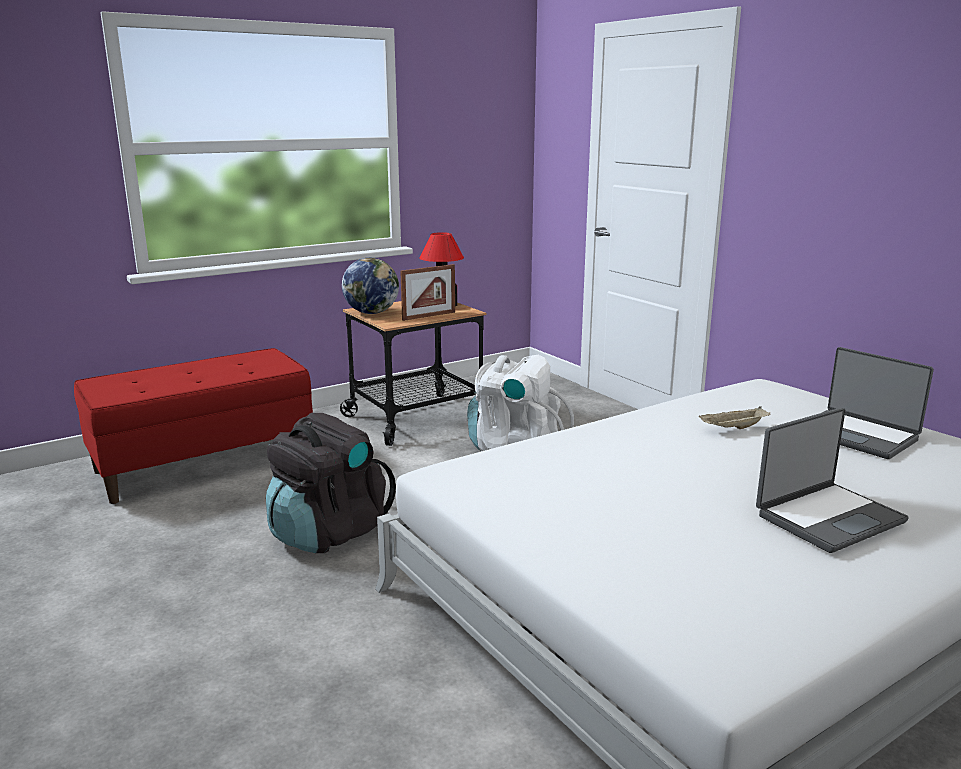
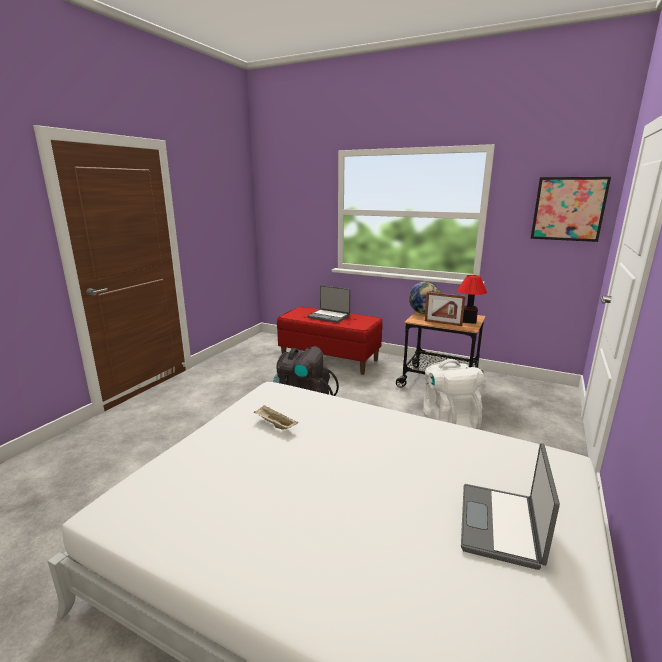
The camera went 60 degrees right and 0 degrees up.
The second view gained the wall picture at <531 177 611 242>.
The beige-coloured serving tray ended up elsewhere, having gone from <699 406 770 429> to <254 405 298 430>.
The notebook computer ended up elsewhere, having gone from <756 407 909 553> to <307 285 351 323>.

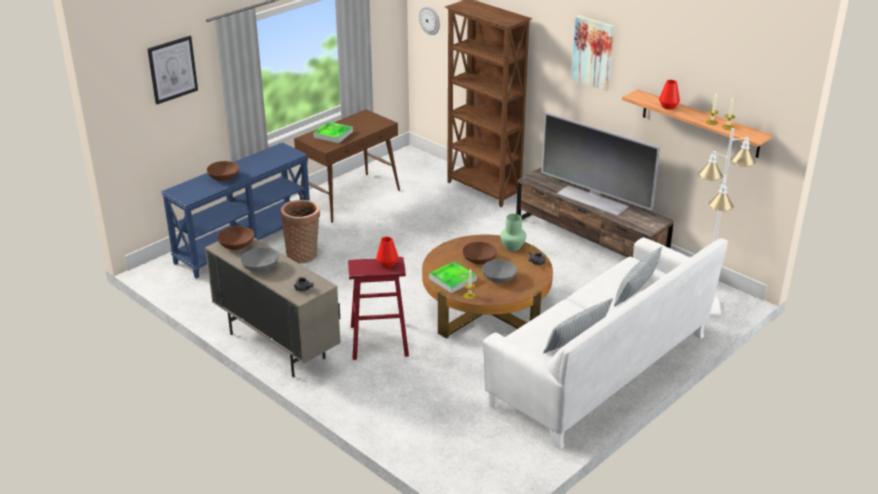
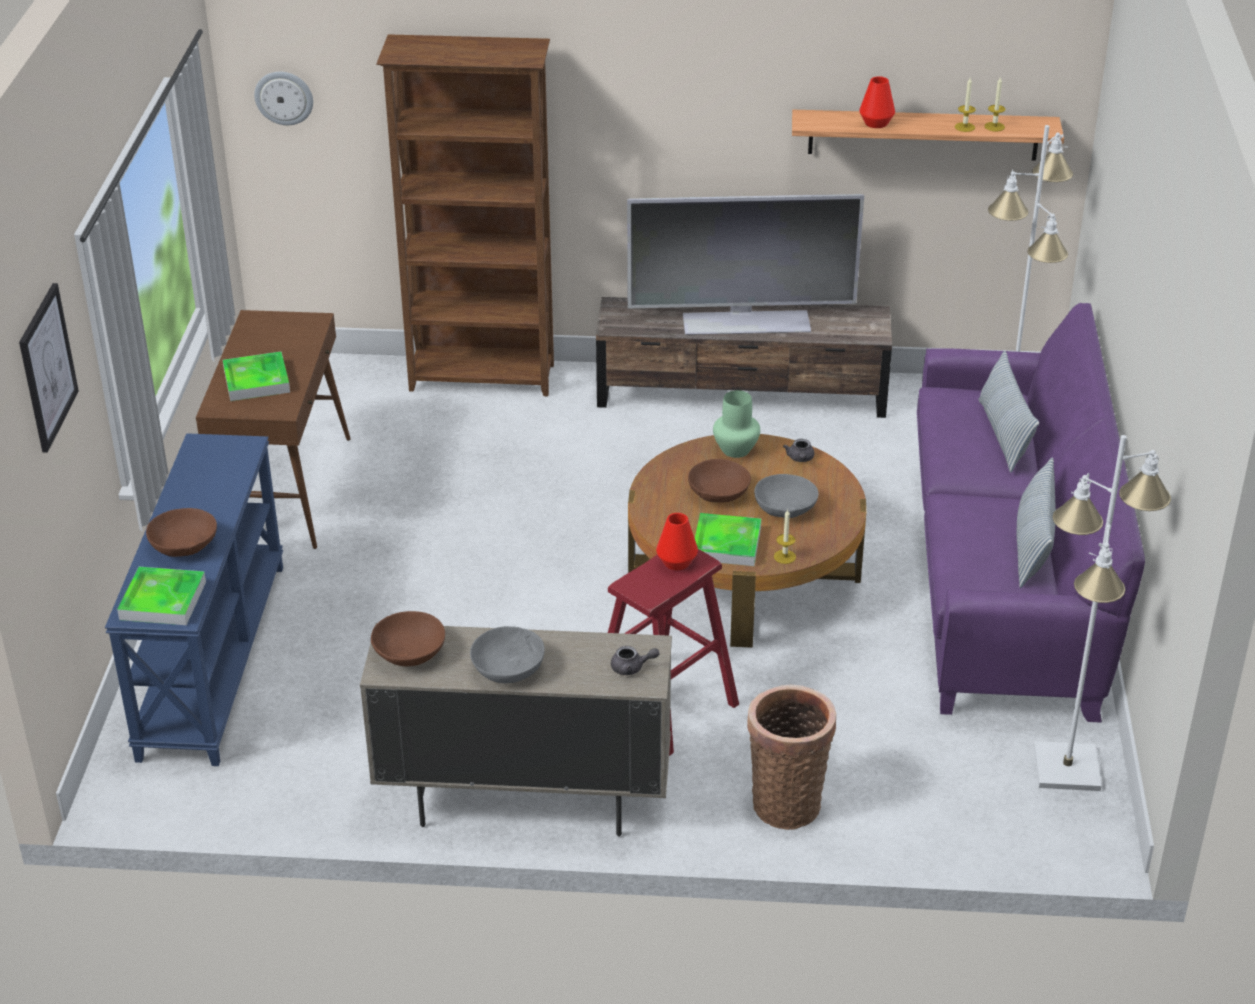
The camera went 40 degrees left and 5 degrees up.
The second view lost the wall picture at <571 15 614 91>.
The second view gained the serving tray at <117 567 206 625>.
The second view gained the white standard lamp at <1034 435 1171 791>.
The basket ended up elsewhere, having gone from <280 200 320 264> to <747 685 836 830>.
What was the white sofa at <483 237 728 450> turned into the purple-coloured sofa at <917 303 1145 723>.

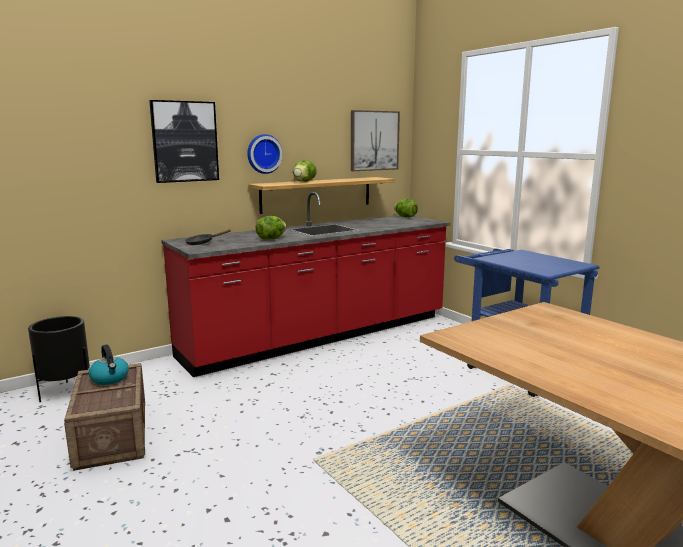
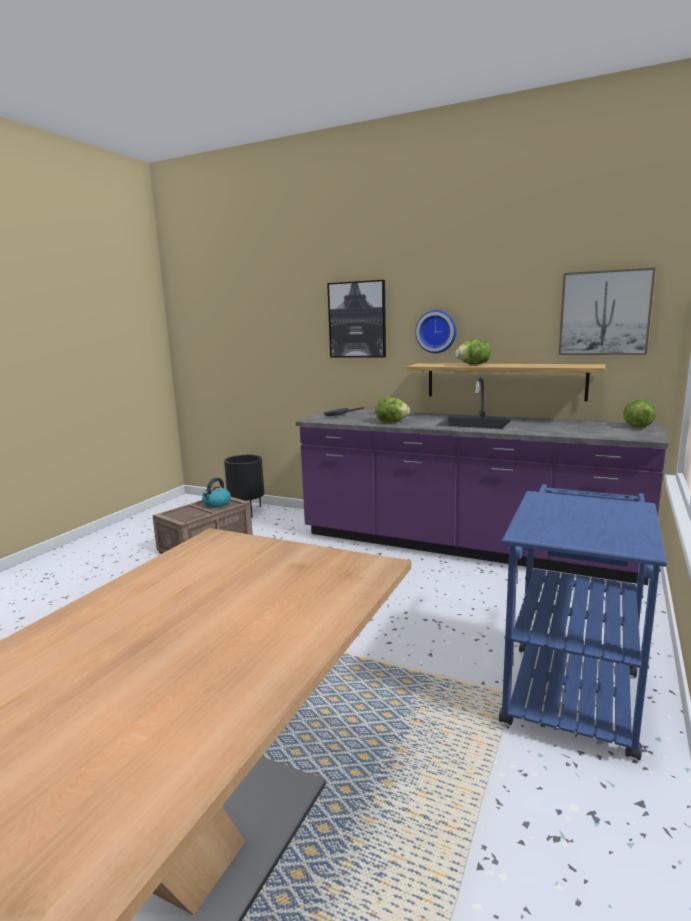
The camera went 60 degrees right and 0 degrees up.
What was the red-coloured kitchen base unit at <161 192 451 377> turned into the purple-coloured kitchen base unit at <296 377 669 585>.

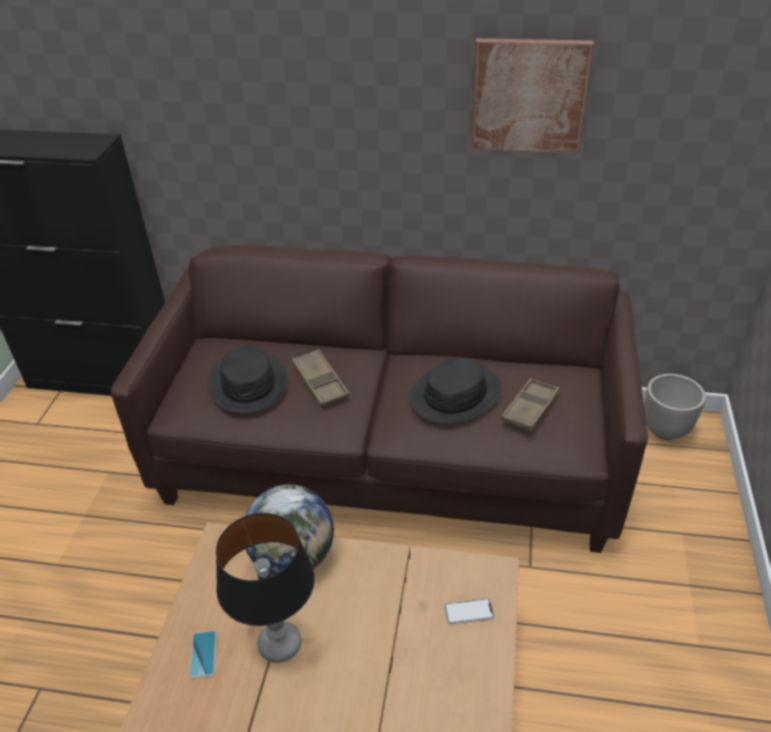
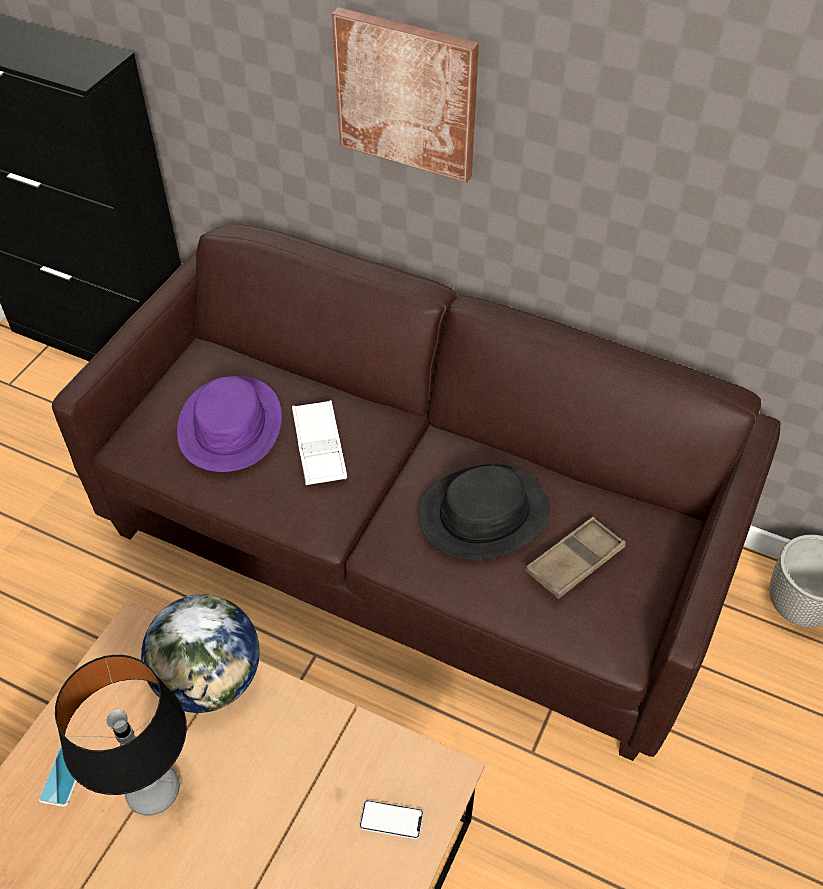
The camera went 15 degrees right and 10 degrees up.
The wall picture ended up elsewhere, having gone from <471 38 594 154> to <332 7 479 183>.
What was the black clothing hat at <208 347 288 413> turned into the purple-coloured clothing hat at <177 376 282 472>.
What was the brown serving tray at <292 349 349 407> turned into the white serving tray at <292 400 347 485>.

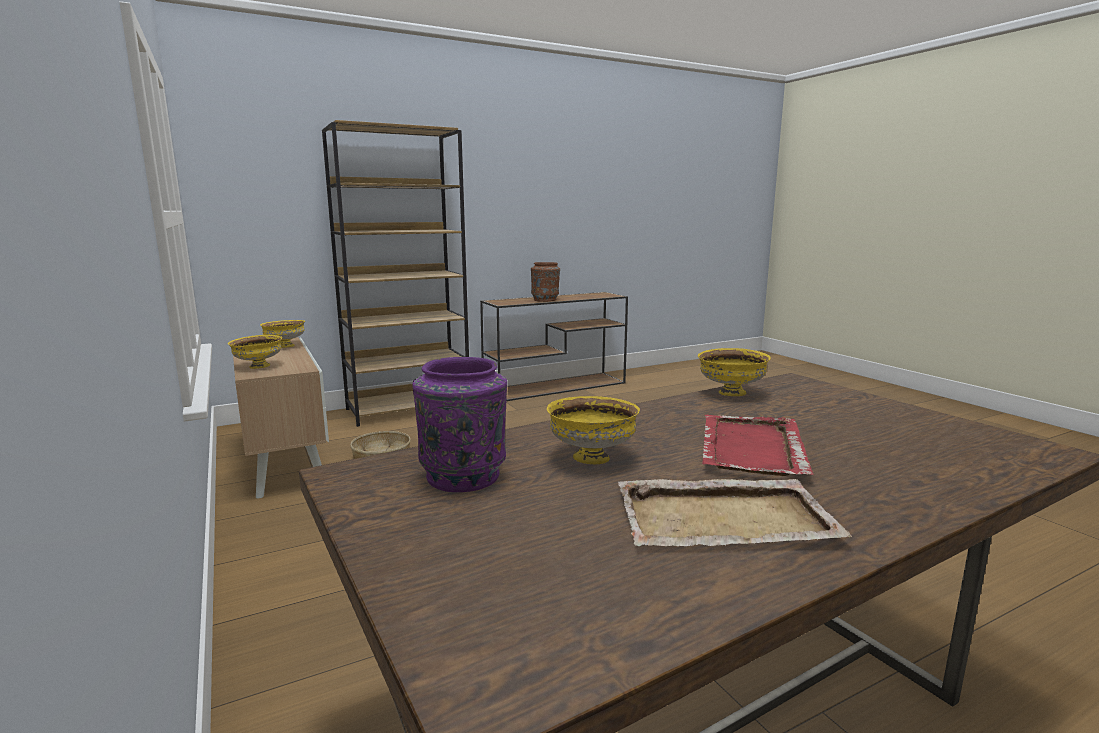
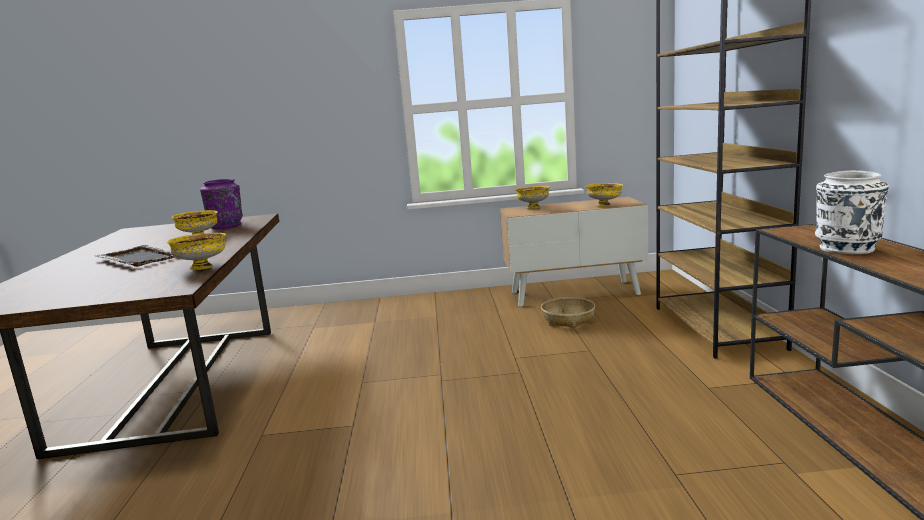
The camera went 115 degrees right and 0 degrees up.
The second view lost the beige-coloured serving tray at <618 479 852 547>.
What was the brown decorative vase at <531 262 560 302> turned into the white decorative vase at <815 171 889 254>.
What was the red-coloured serving tray at <702 415 814 476> turned into the black serving tray at <94 245 175 267>.

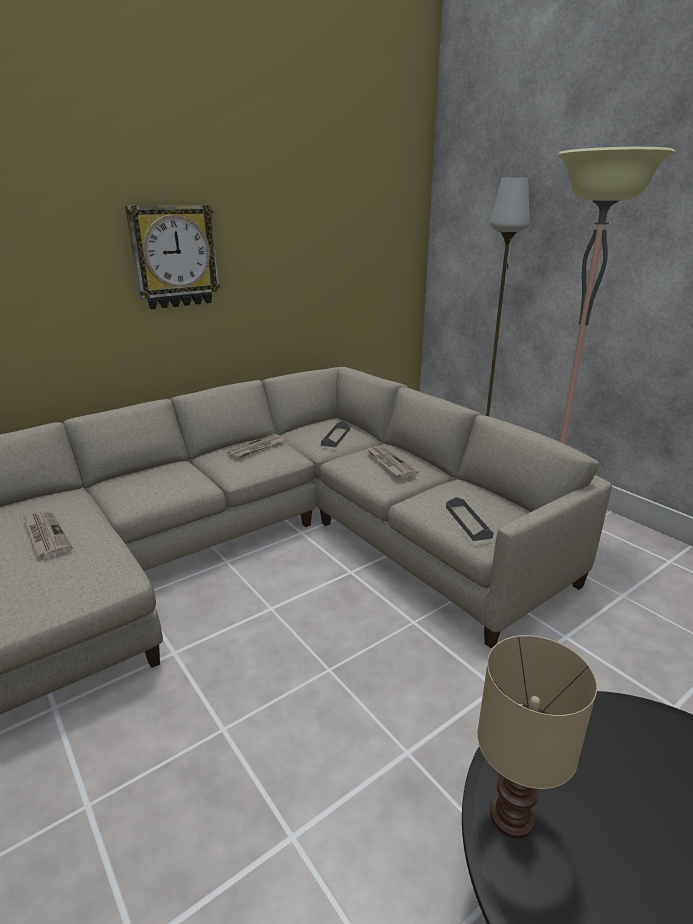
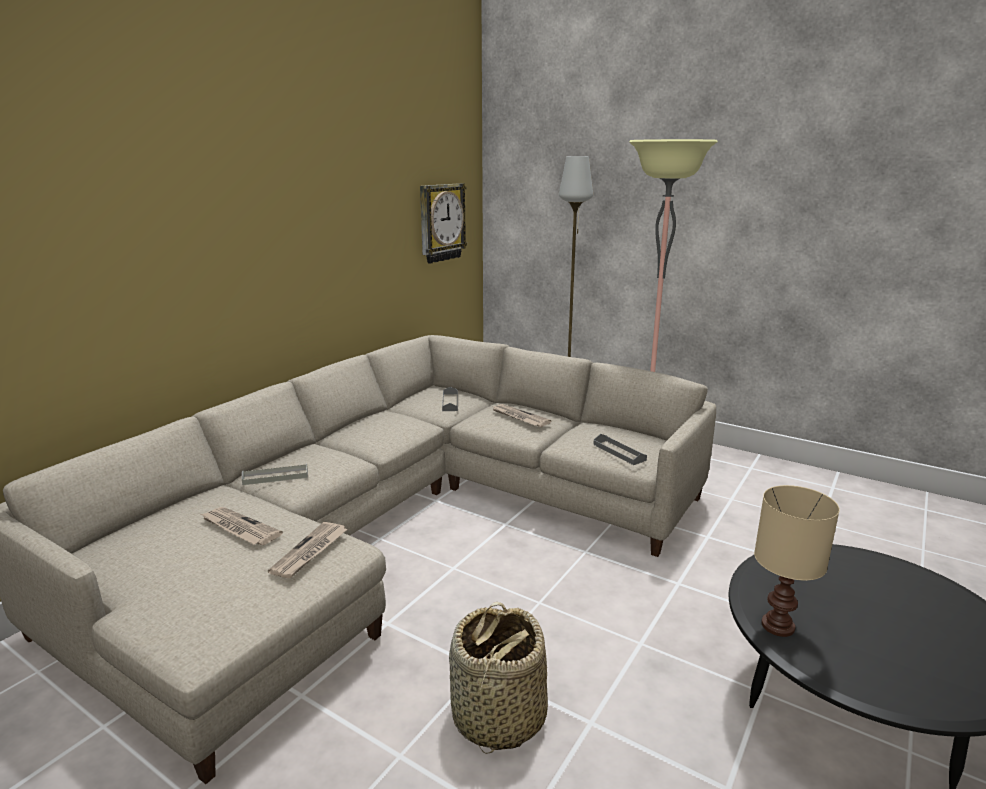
The camera went 20 degrees left and 5 degrees down.
The second view gained the gray serving tray at <242 464 308 485>.
The second view gained the basket at <449 602 548 754>.
The wall clock ended up elsewhere, having gone from <125 205 220 310> to <420 183 467 264>.
The daily paper ended up elsewhere, having gone from <227 434 286 459> to <268 522 348 578>.

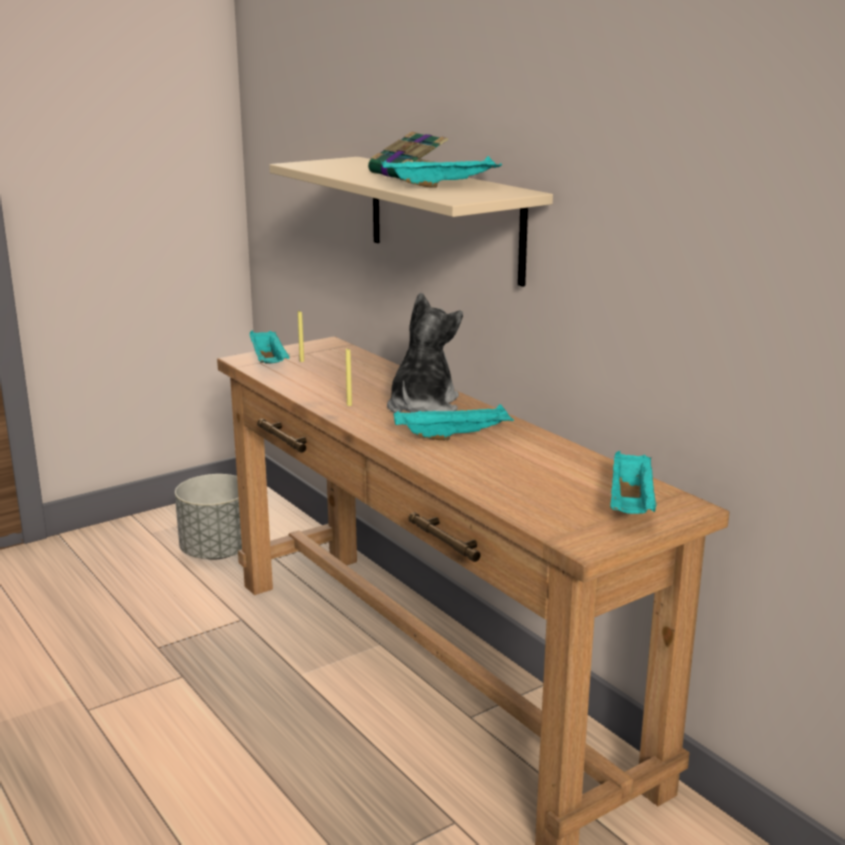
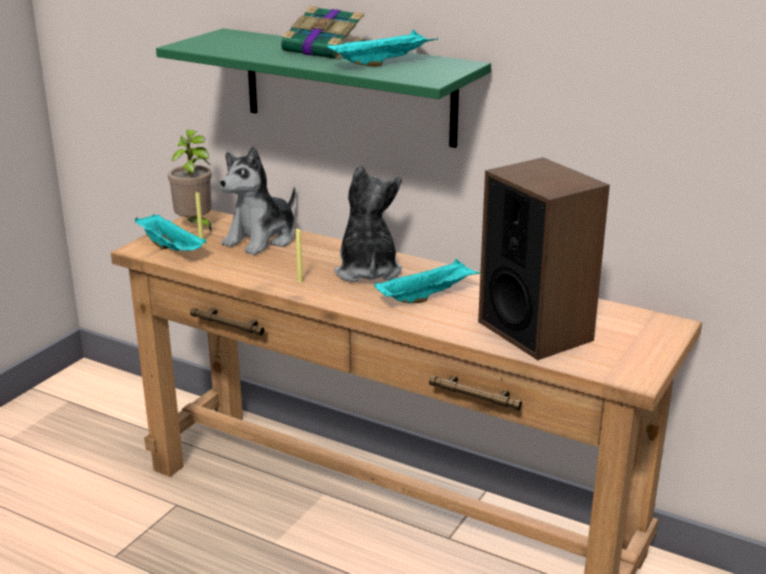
The camera went 25 degrees left and 5 degrees up.
The second view lost the gray planter at <175 474 242 560>.
The second view lost the turquoise serving tray at <610 451 657 514>.
The second view gained the potted plant at <168 129 212 231>.
The second view gained the cuddly toy at <220 146 295 255>.
The second view gained the speaker at <478 157 610 360>.
What was the beige-coloured bracket shelf at <269 157 553 287> turned into the green bracket shelf at <156 28 491 148>.

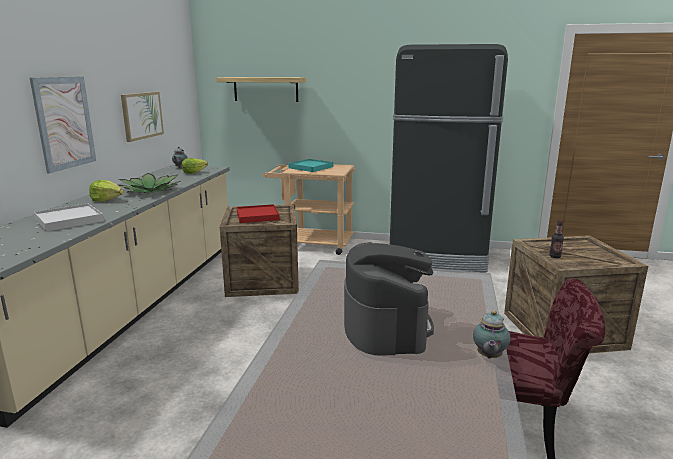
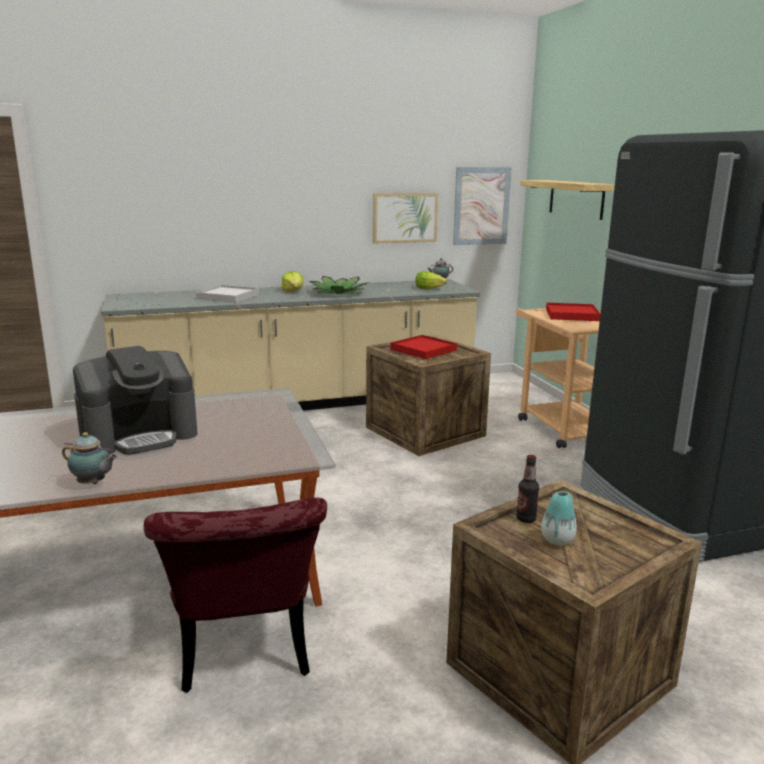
The camera went 60 degrees right and 0 degrees up.
The second view gained the decorative vase at <541 491 577 545>.
The wall picture ended up elsewhere, having gone from <30 76 96 174> to <453 167 512 245>.
What was the turquoise serving tray at <288 159 333 172> turned into the red-coloured serving tray at <546 303 600 321>.
The pot for tea at <473 310 511 359> ended up facing another way, 150 degrees counterclockwise from before.

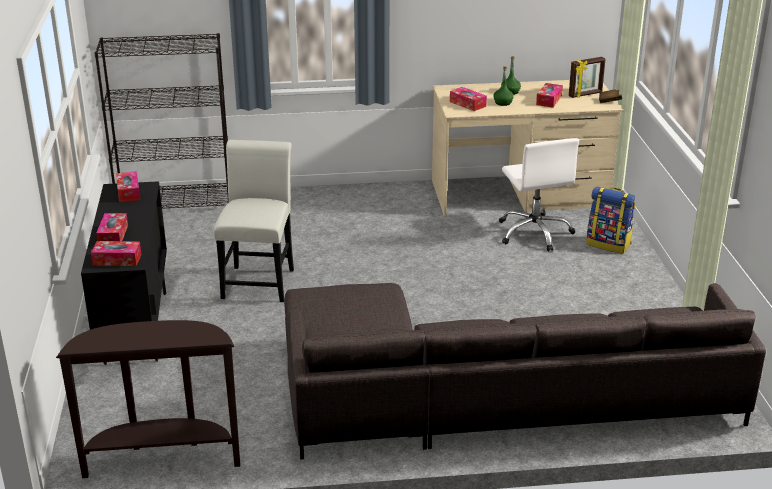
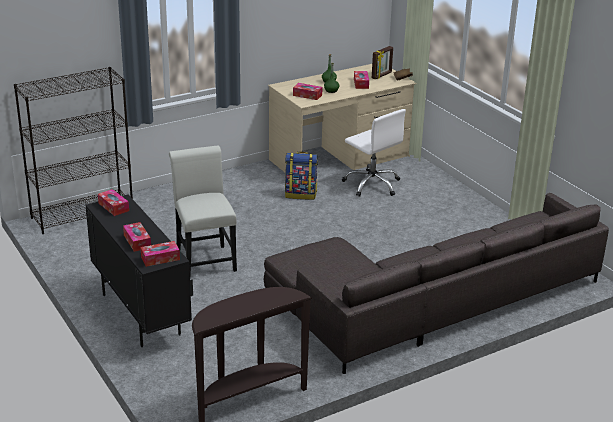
The camera went 25 degrees left and 0 degrees up.
The knapsack ended up elsewhere, having gone from <586 187 636 254> to <285 152 318 200>.

